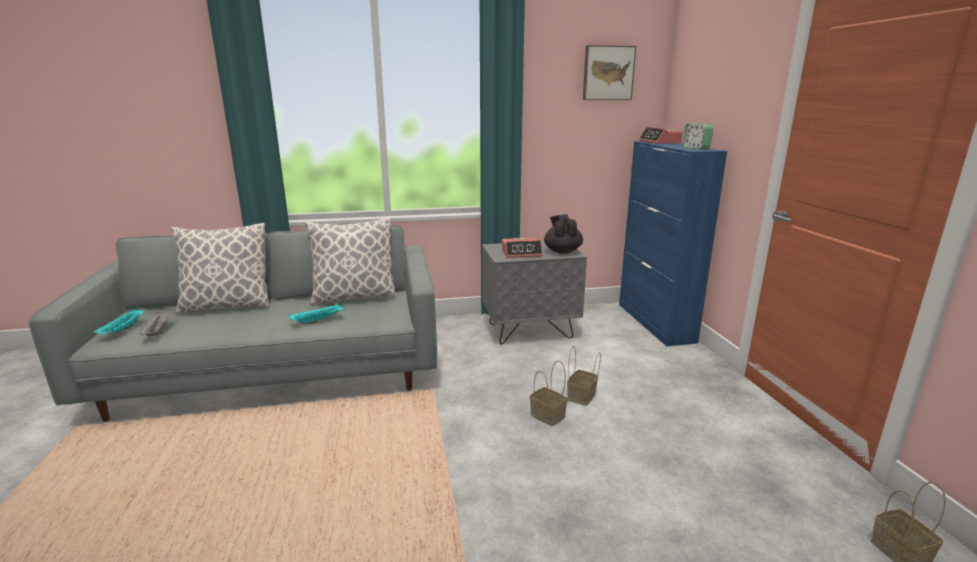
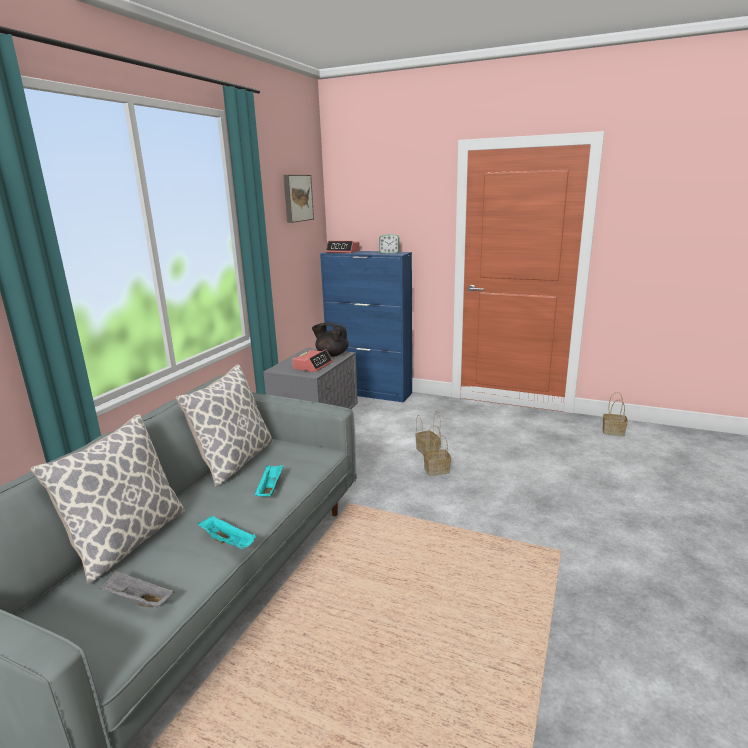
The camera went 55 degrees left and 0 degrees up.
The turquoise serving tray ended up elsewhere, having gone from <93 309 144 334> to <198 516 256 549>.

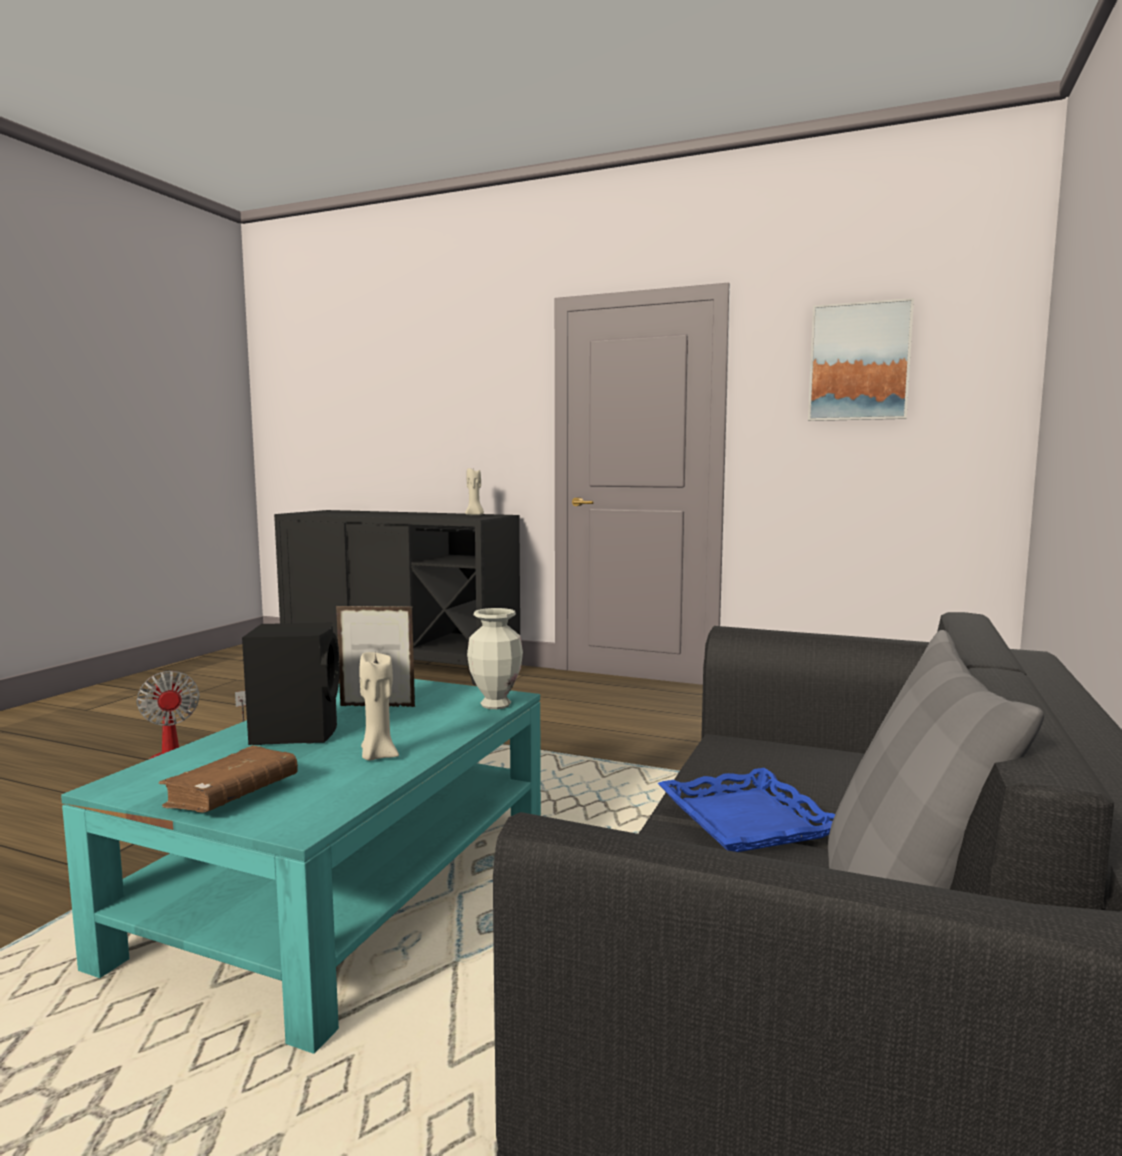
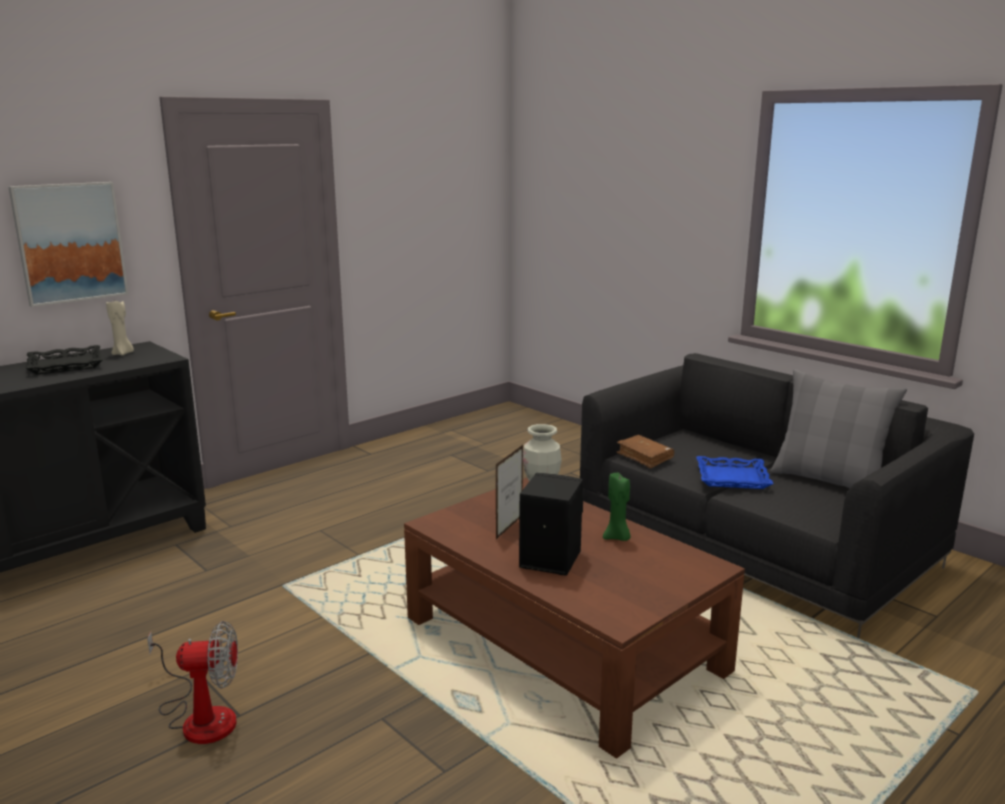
The camera went 65 degrees left and 10 degrees up.
The second view gained the black serving tray at <25 345 103 375>.
The brown bound book ended up elsewhere, having gone from <158 746 298 813> to <617 435 674 468>.
The wall picture ended up elsewhere, having gone from <808 298 914 421> to <8 182 129 307>.
What was the turquoise lounge table at <61 679 541 1054> turned into the brown lounge table at <404 477 745 759>.
What was the beige-coloured wax light at <359 651 399 761> turned into the green wax light at <603 473 630 541>.

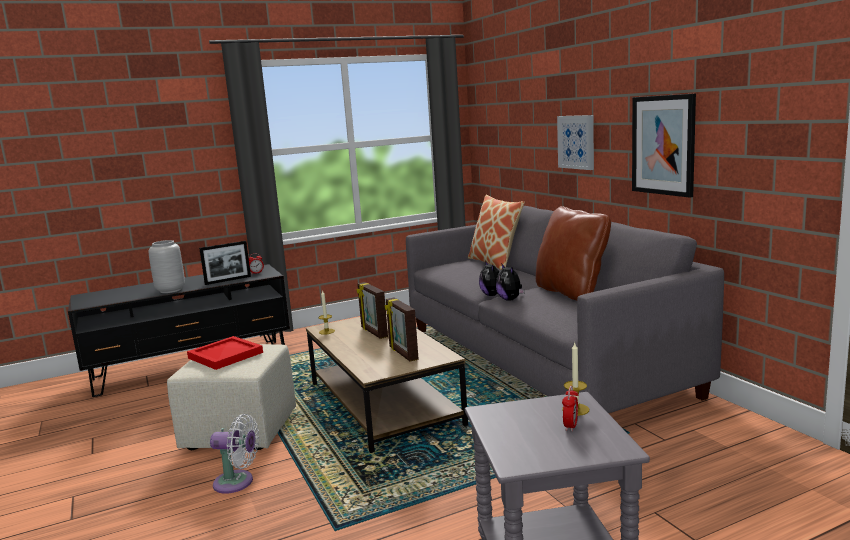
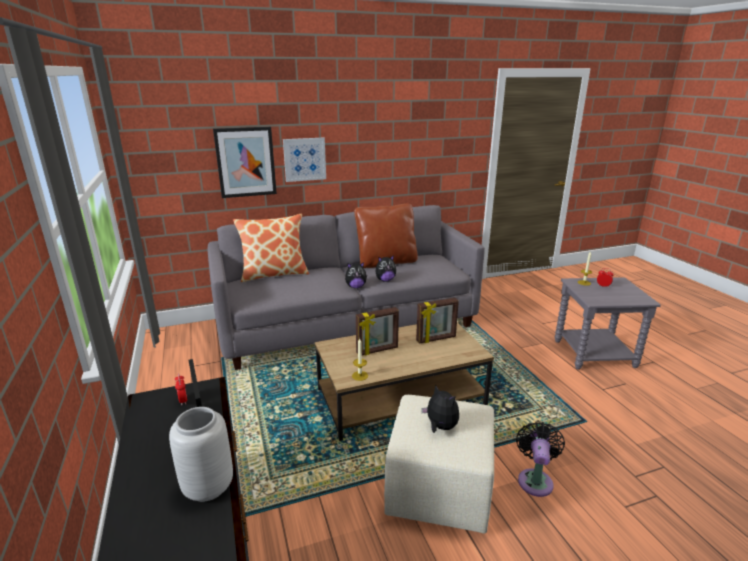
The camera went 85 degrees left and 10 degrees up.
The wall picture ended up elsewhere, having gone from <632 93 696 198> to <213 127 277 198>.
Where the red-coloured serving tray stood at <187 336 263 370>, the cuddly toy came to stand at <421 385 459 433>.
What was the white fan at <210 414 259 494> turned into the black fan at <516 422 565 497>.

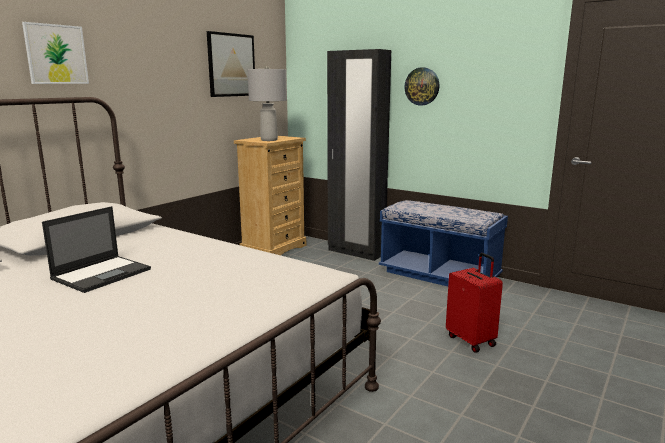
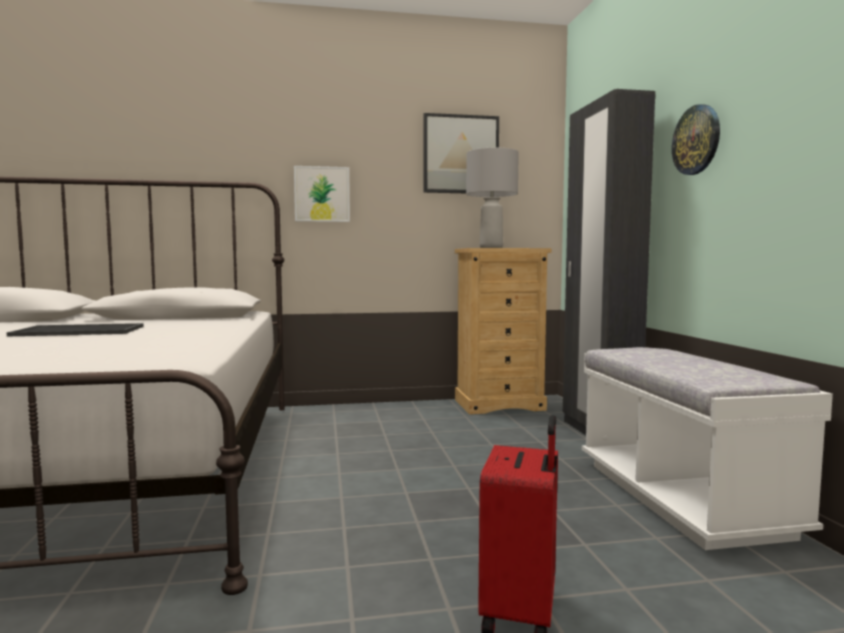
The camera went 45 degrees right and 10 degrees down.
The wall picture ended up elsewhere, having gone from <22 22 89 84> to <294 166 350 222>.
Where the notebook computer stood at <42 206 151 293>, the serving tray came to stand at <7 323 144 337>.
What was the blue-coloured long seat at <379 200 508 286> turned into the white long seat at <582 347 833 550>.

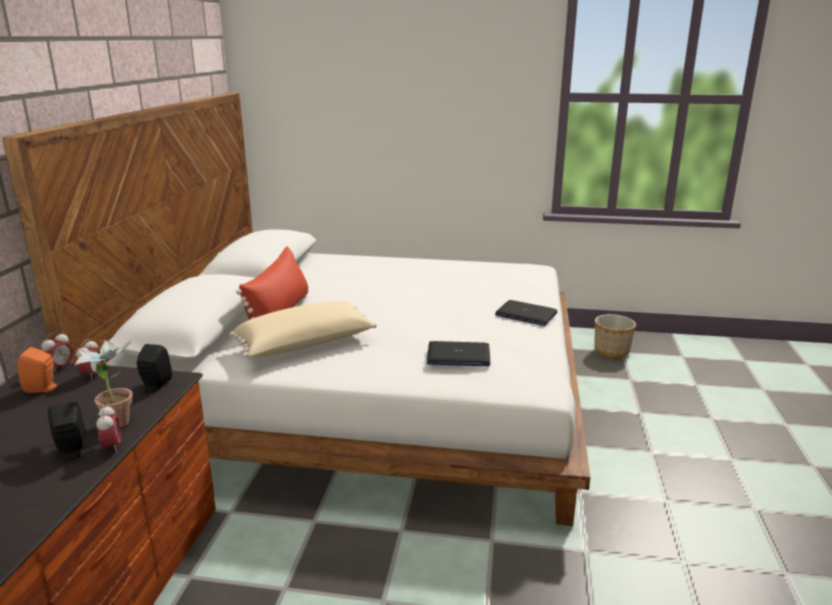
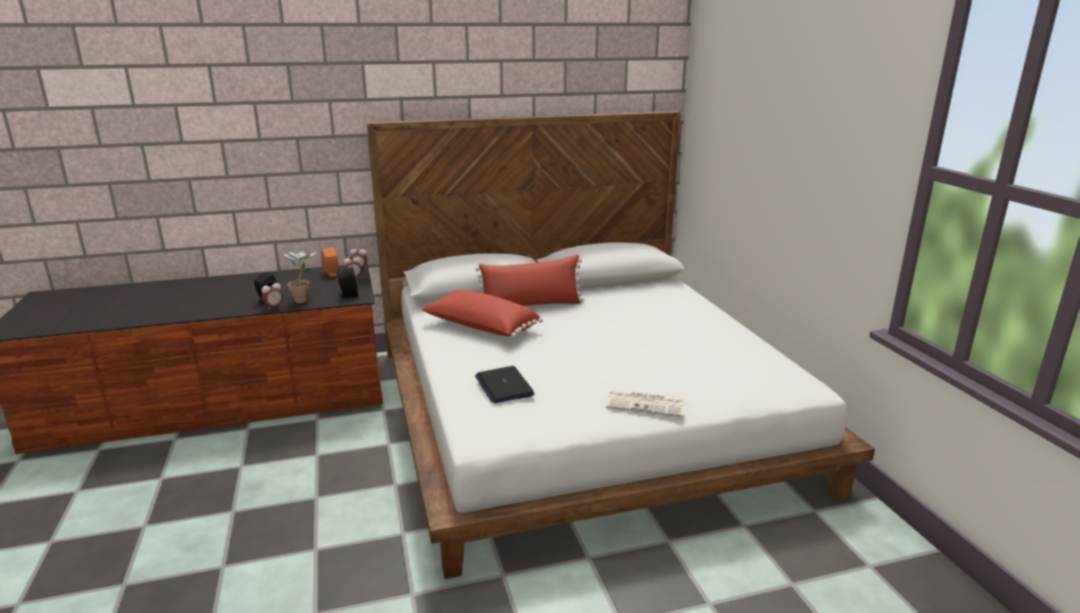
The camera went 65 degrees right and 0 degrees up.
The second view lost the planter at <595 314 636 358>.
Where the notebook computer stood at <495 300 557 326>, the daily paper came to stand at <606 390 685 417>.
What was the beige-coloured pillow at <229 301 377 358> turned into the red-coloured pillow at <421 290 543 338>.

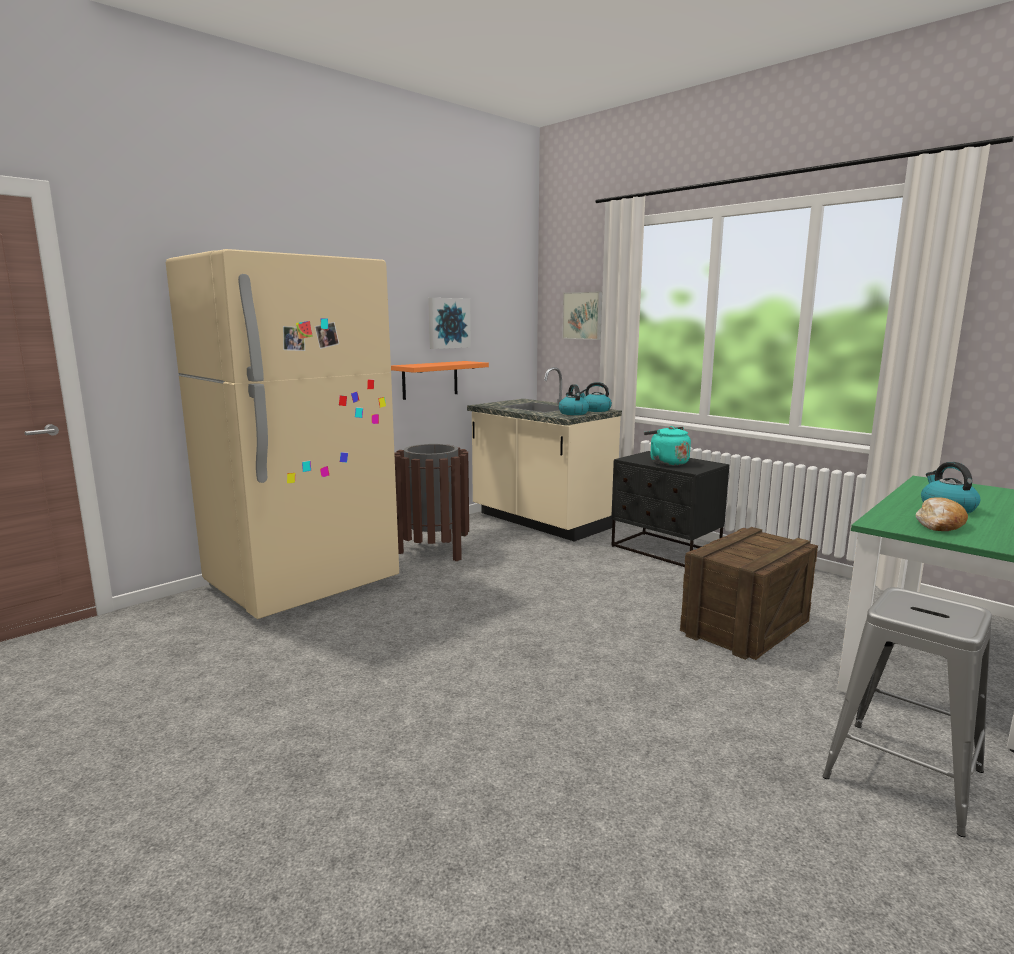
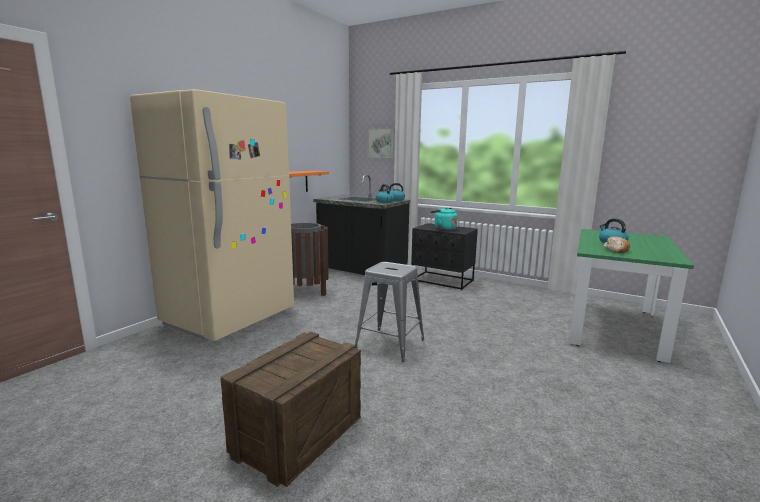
The camera went 15 degrees left and 0 degrees up.
The second view lost the wall picture at <428 298 471 349>.
The crate ended up elsewhere, having gone from <680 527 818 660> to <221 332 361 487>.
The gray stool ended up elsewhere, having gone from <823 587 992 837> to <355 262 425 362>.
What was the beige-coloured kitchen base unit at <467 367 622 542> turned into the black kitchen base unit at <313 174 410 275>.

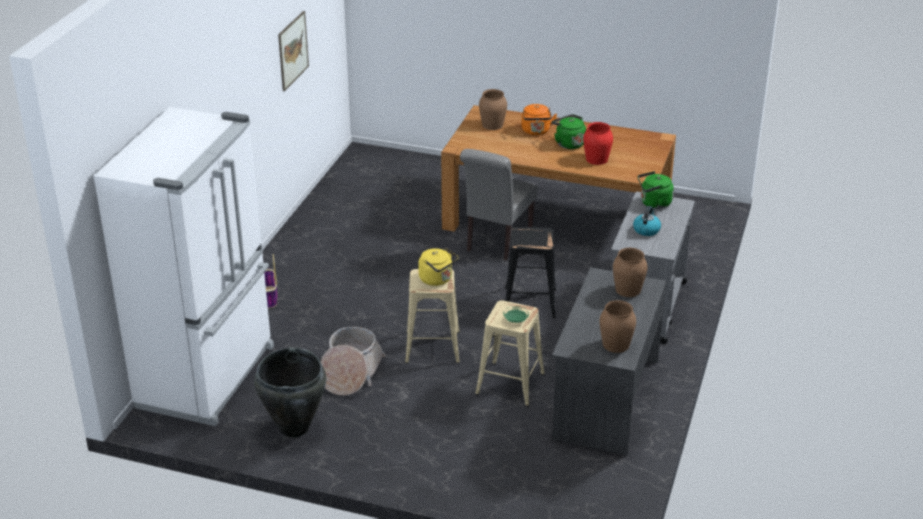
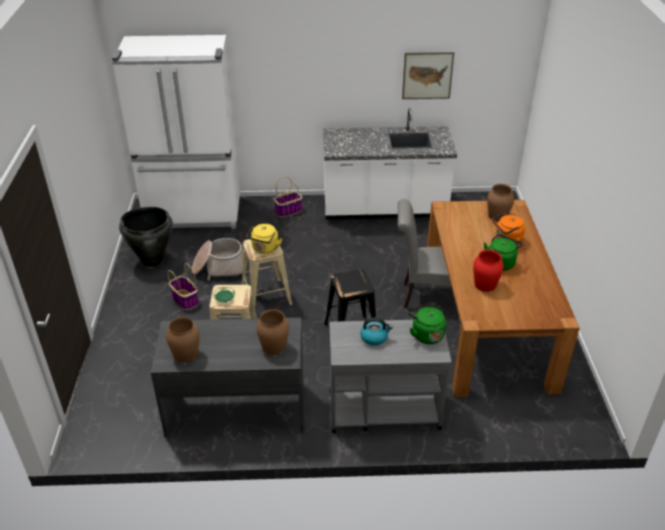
The camera went 70 degrees right and 5 degrees up.
The second view gained the basket at <167 263 199 310>.
The second view gained the white kitchen base unit at <323 108 457 219>.

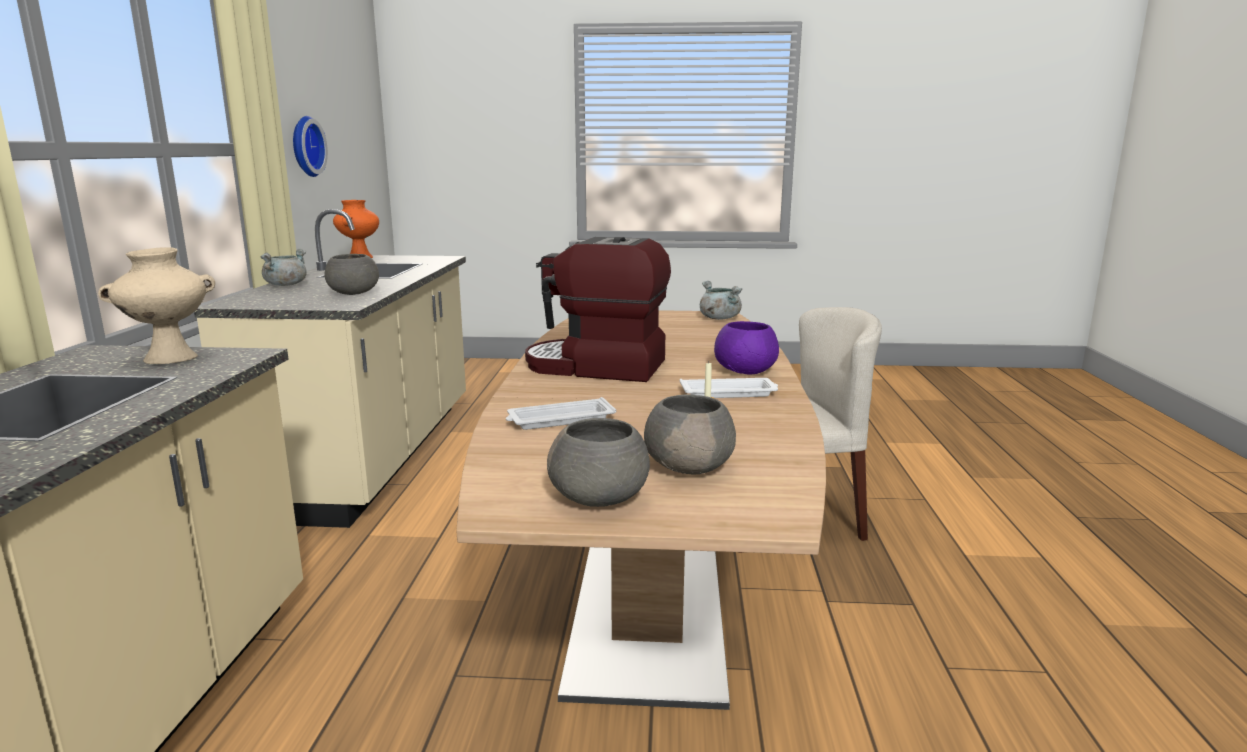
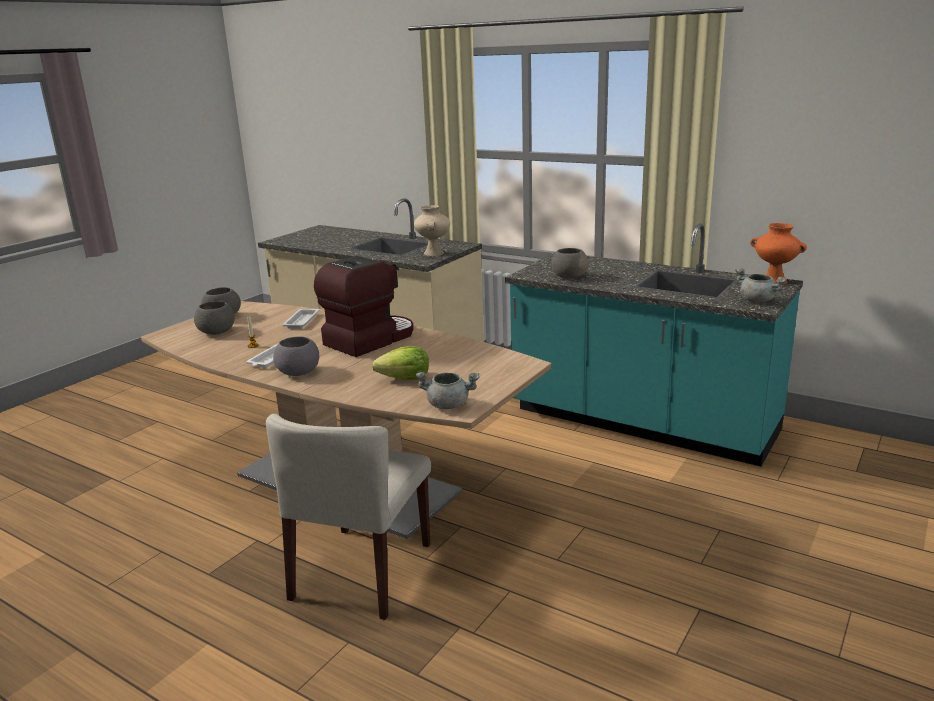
The camera went 120 degrees right and 5 degrees up.
The second view lost the wall clock at <293 116 328 177>.
The second view gained the lettuce head at <372 346 429 380>.
The gray stockpot ended up elsewhere, having gone from <261 249 307 286> to <735 268 787 302>.
What was the beige-coloured kitchen base unit at <194 209 466 528> turned into the turquoise kitchen base unit at <505 224 803 467>.
What was the purple-coloured serving bowl at <714 321 779 375> turned into the gray serving bowl at <273 336 319 376>.

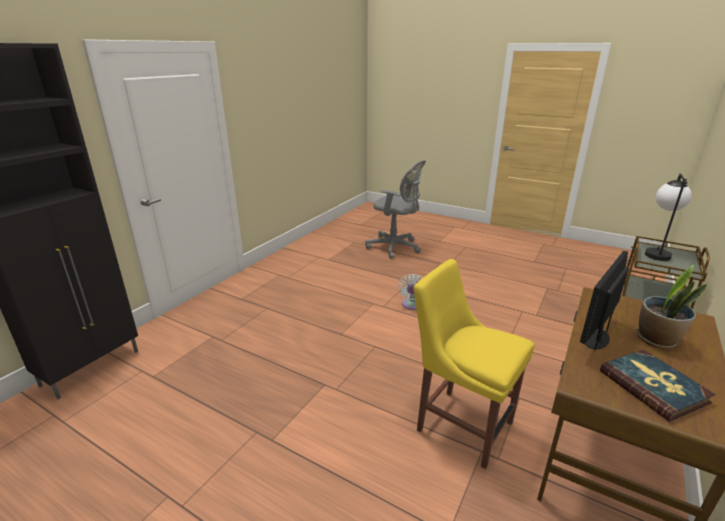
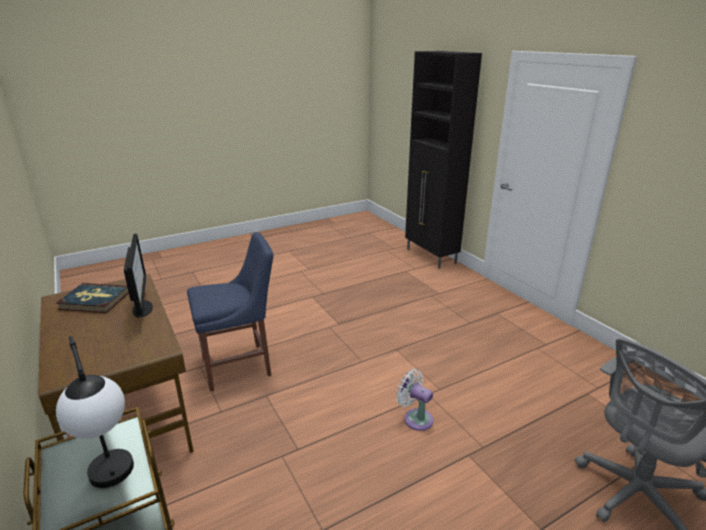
The camera went 120 degrees right and 0 degrees up.
The second view lost the potted plant at <637 265 707 349>.
What was the yellowish plain chair at <414 259 535 469> turned into the blue-coloured plain chair at <187 232 274 391>.

